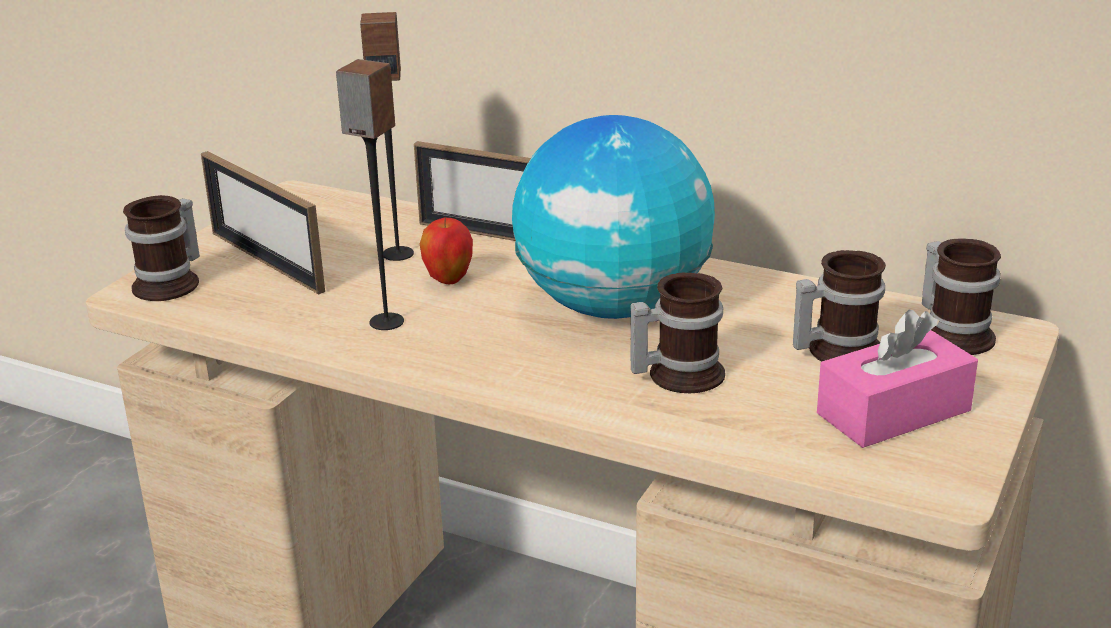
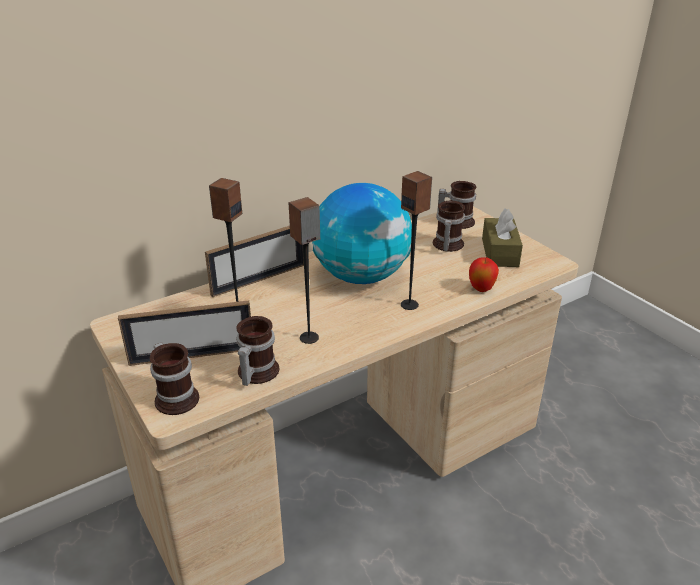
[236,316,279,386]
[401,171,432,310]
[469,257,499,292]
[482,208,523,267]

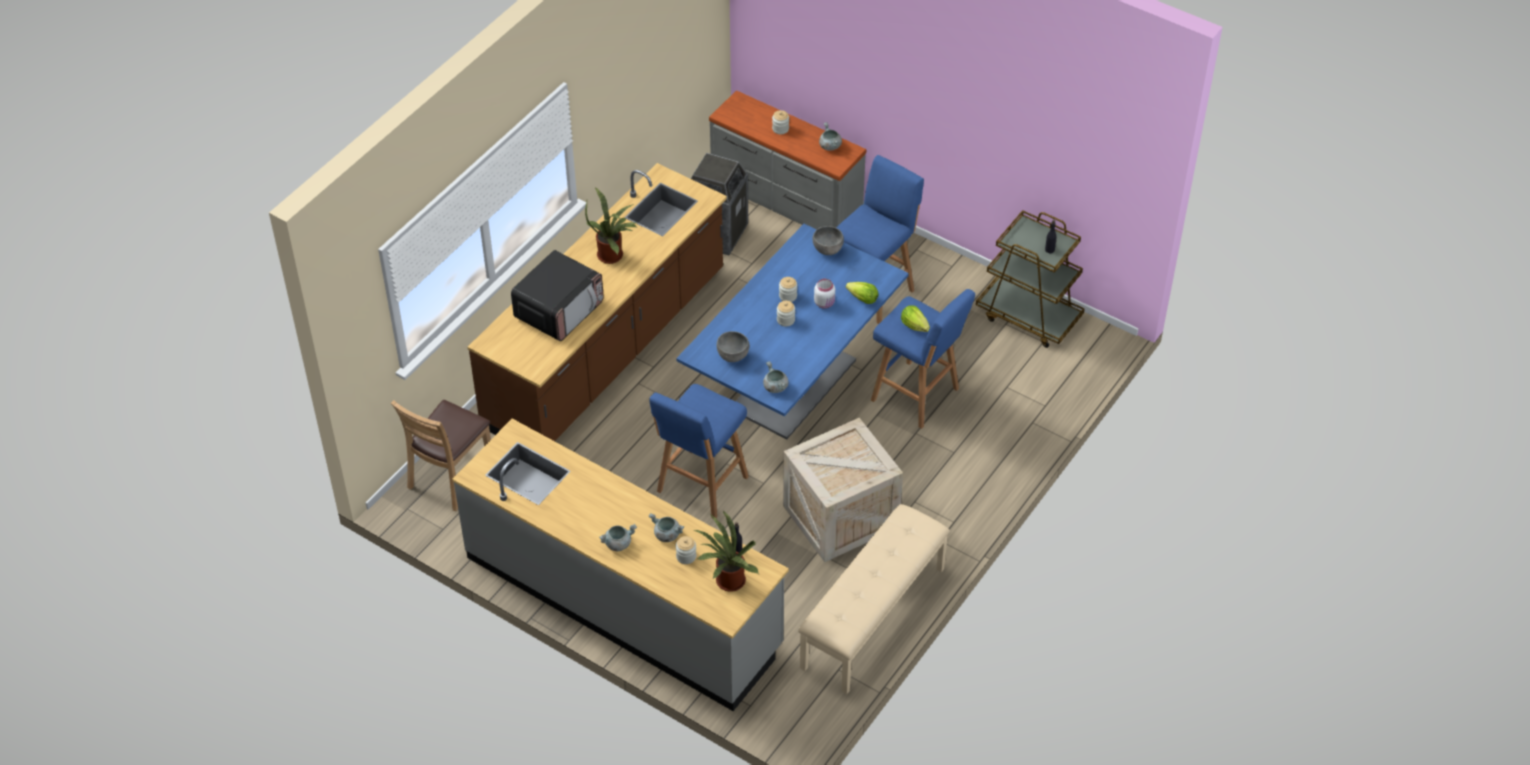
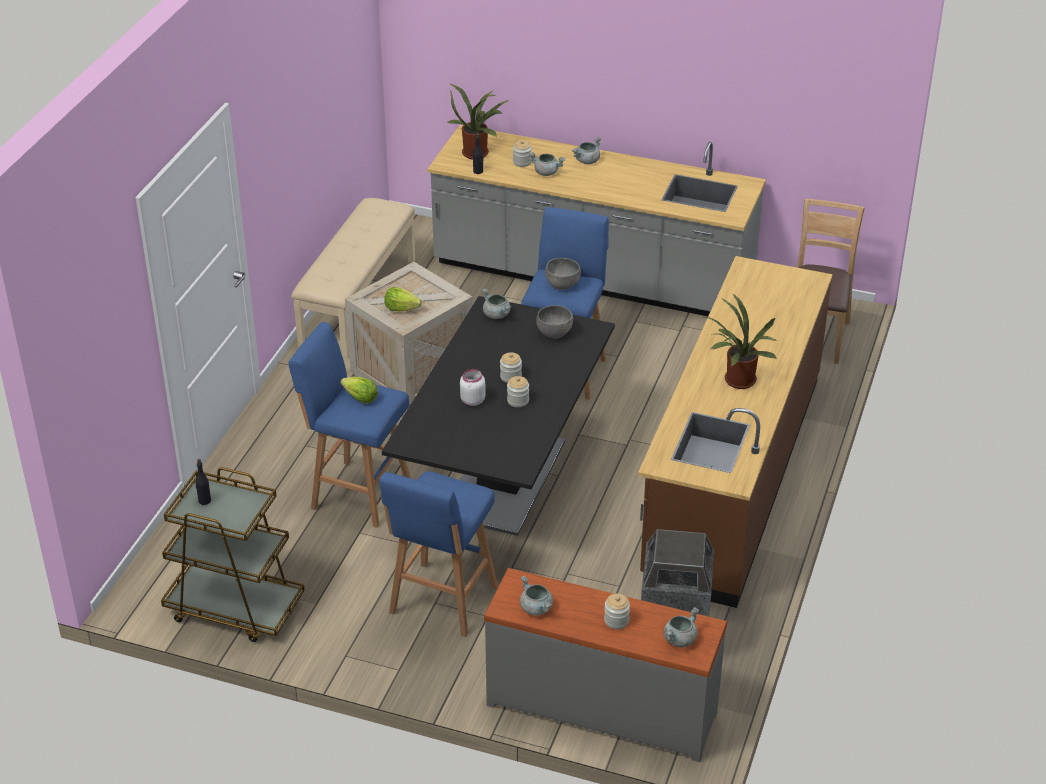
[382,296,615,536]
[384,287,422,311]
[545,258,581,290]
[663,607,699,647]
[511,250,604,341] (first image)

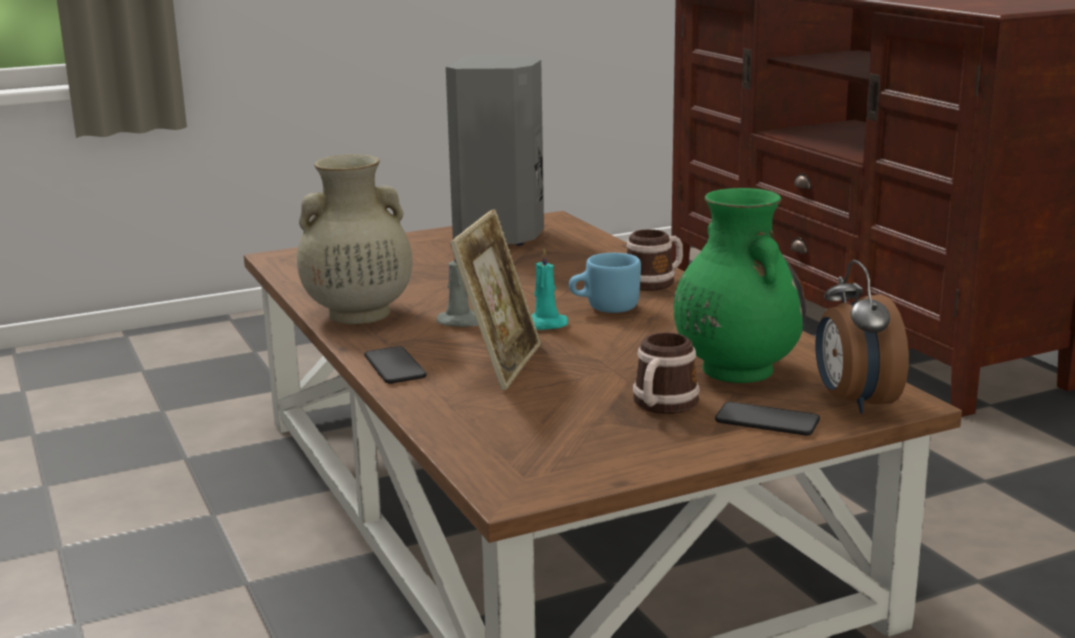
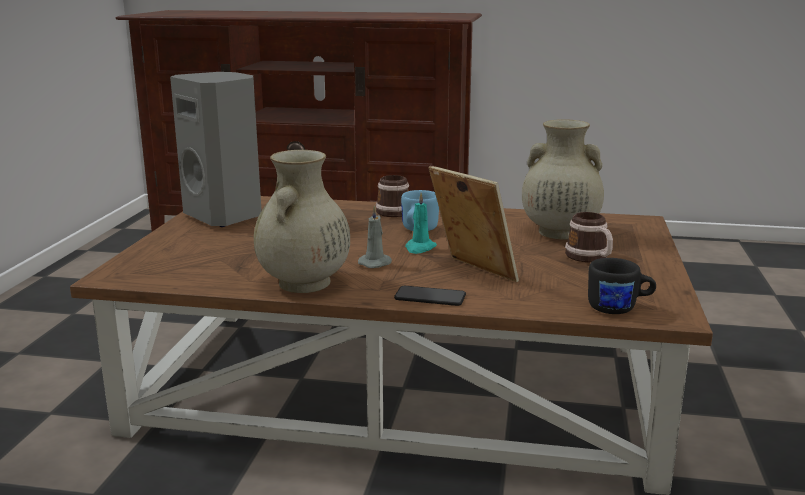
[522,119,604,240]
[588,258,656,314]
[715,402,820,435] (first image)
[816,260,909,414] (first image)

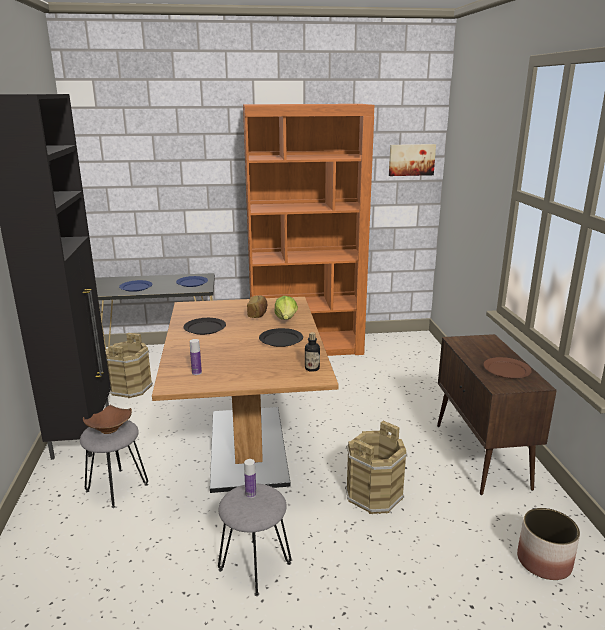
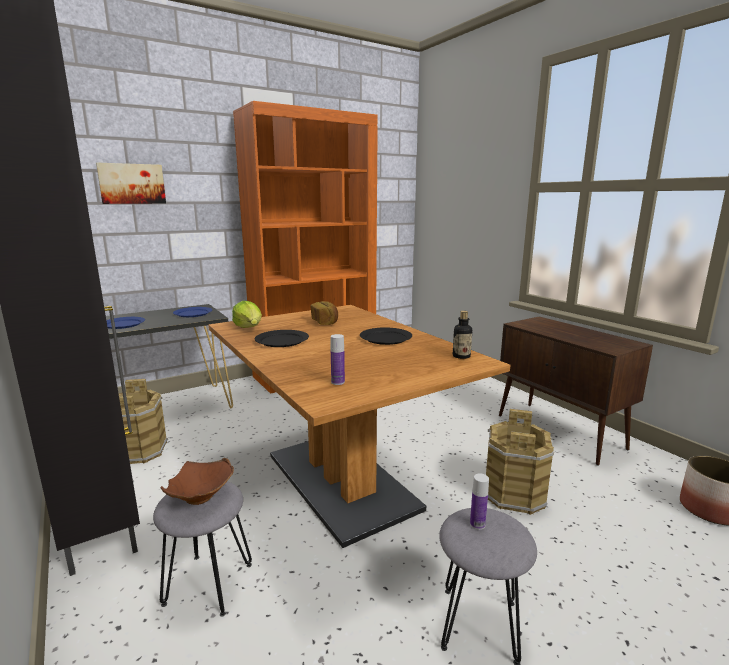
[96,162,166,204]
[232,301,262,328]
[483,357,532,378] (first image)

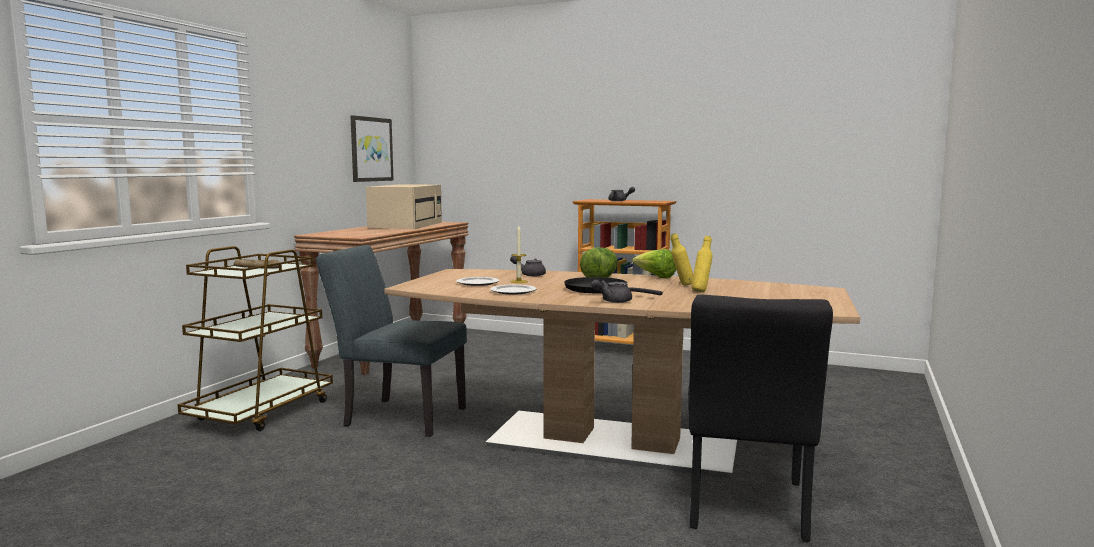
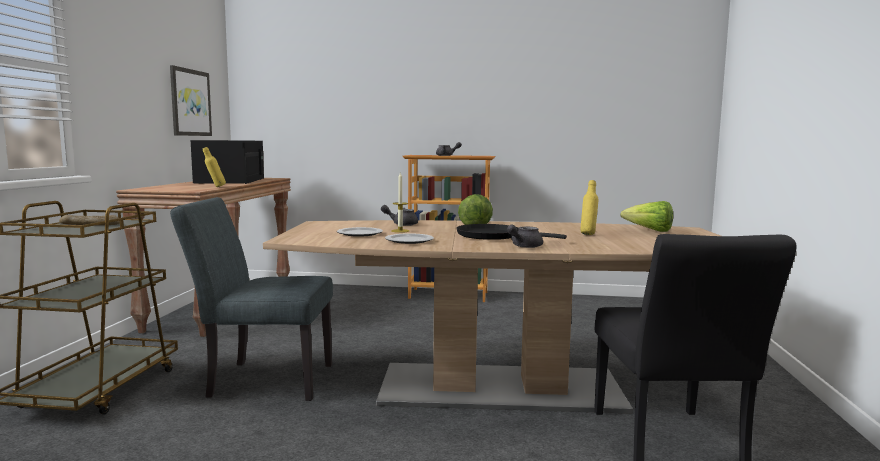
[191,140,264,184]
[203,147,226,187]
[620,201,673,232]

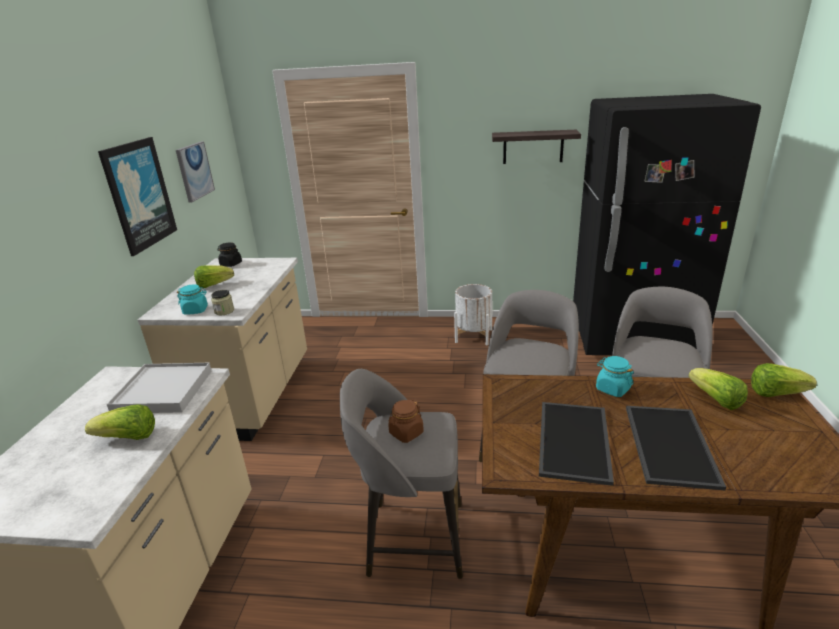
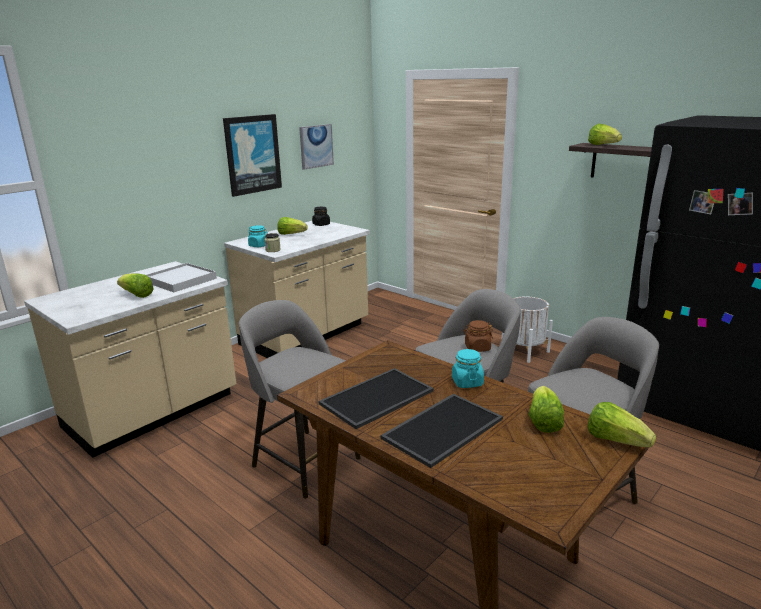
[463,320,493,352]
[588,124,622,145]

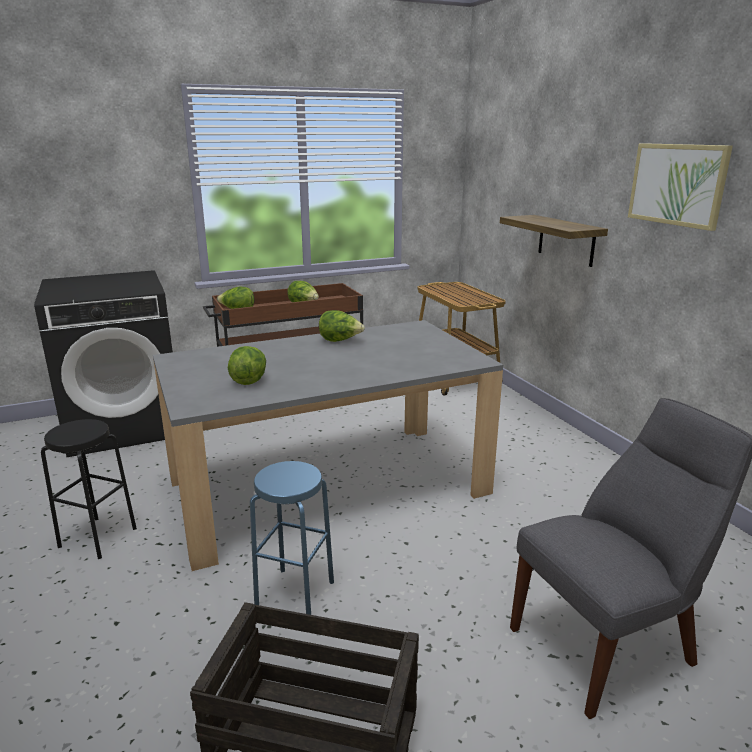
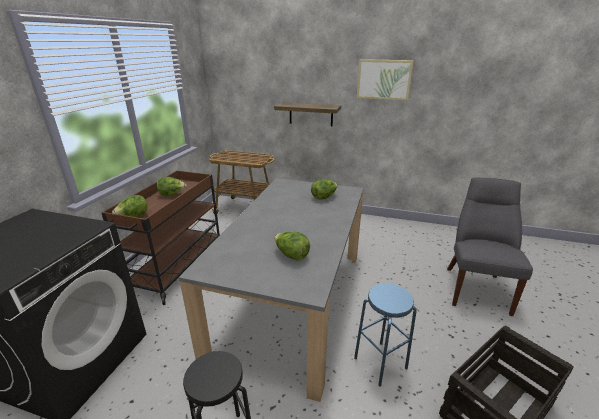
[311,179,338,200]

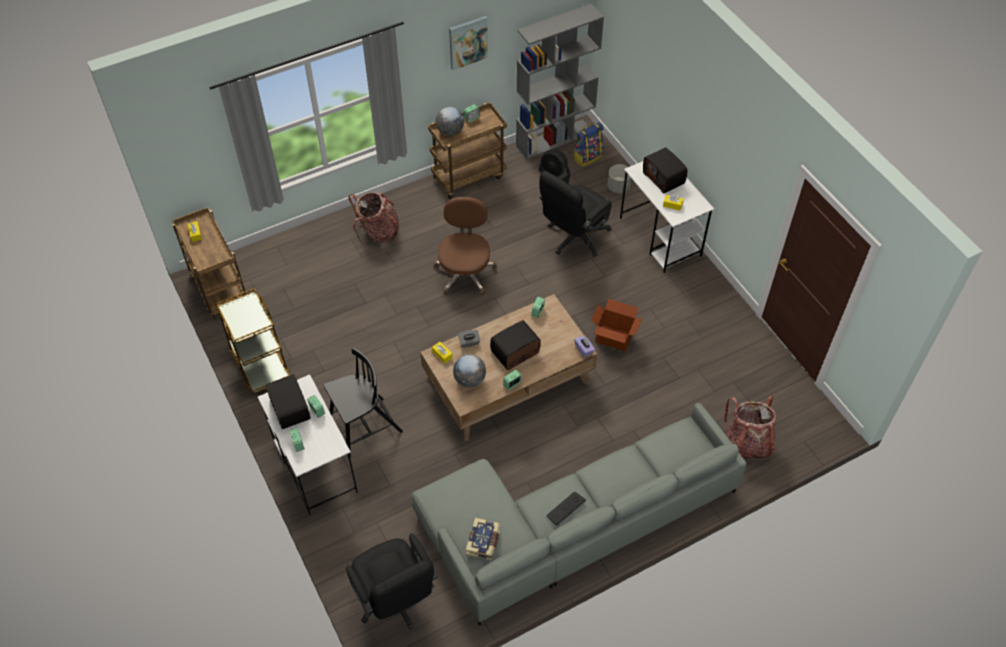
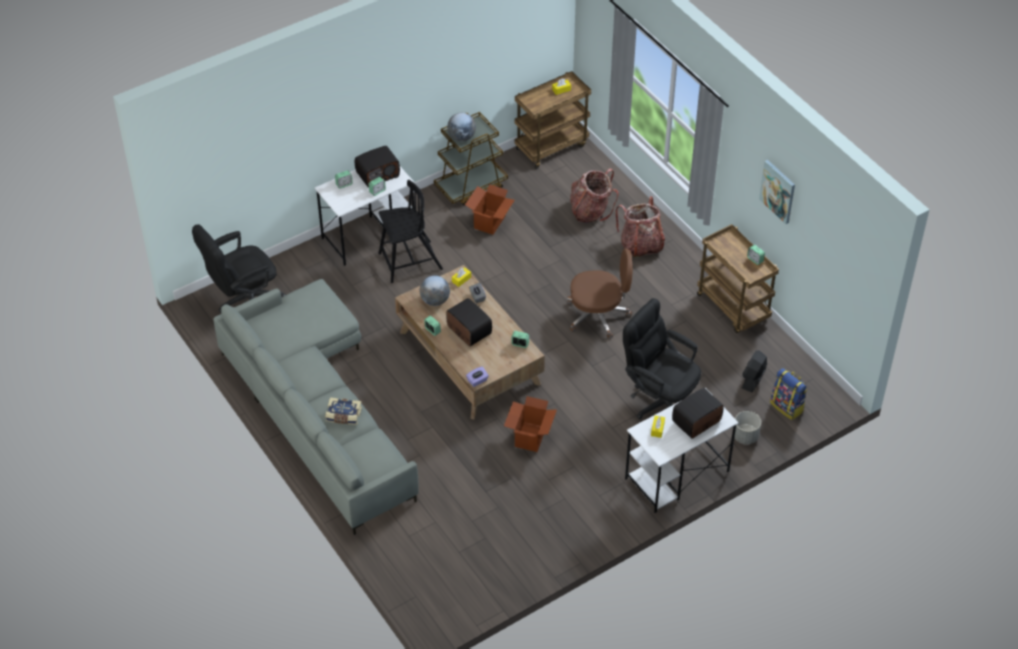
[325,397,362,425]
[379,180,443,283]
[447,113,476,141]
[465,184,515,235]
[570,168,618,223]
[516,4,604,160] (first image)
[546,492,586,525] (first image)

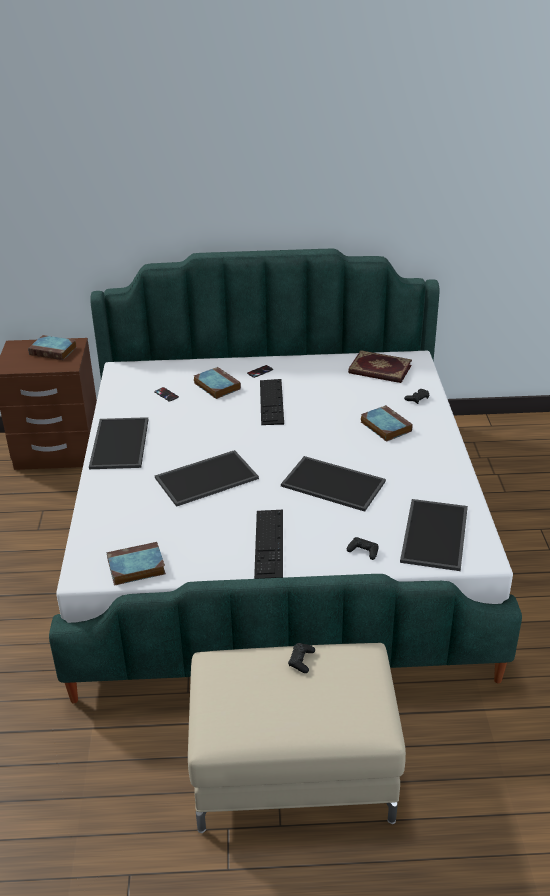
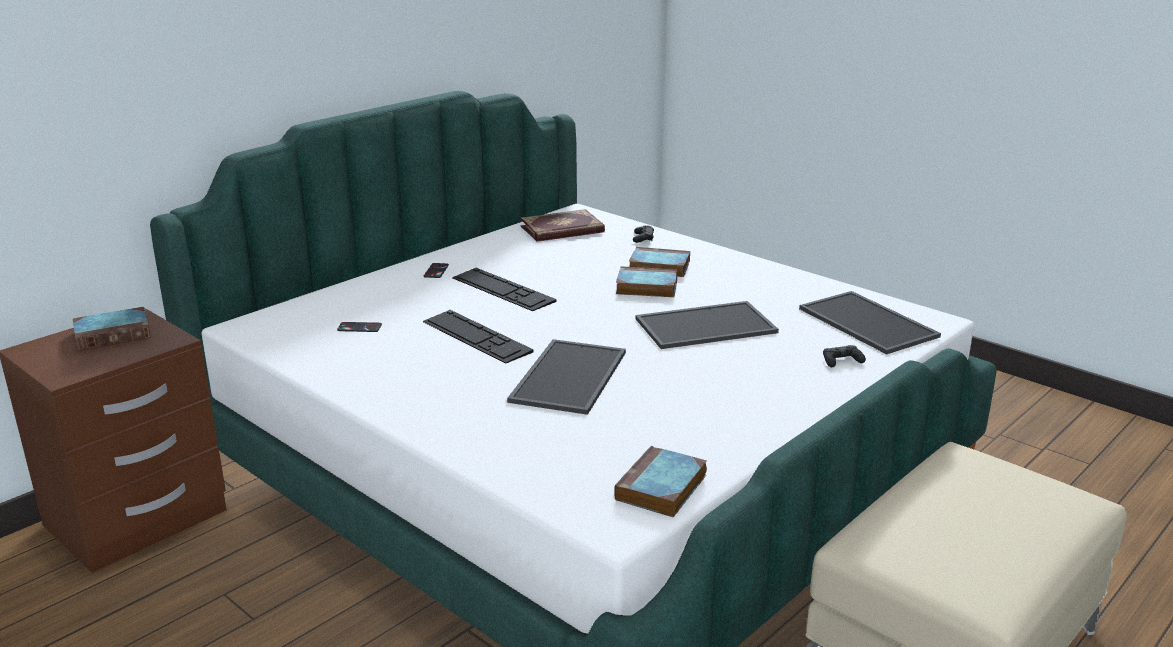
[423,310,534,364]
[616,266,678,297]
[89,417,148,469] (first image)
[288,643,315,673] (first image)

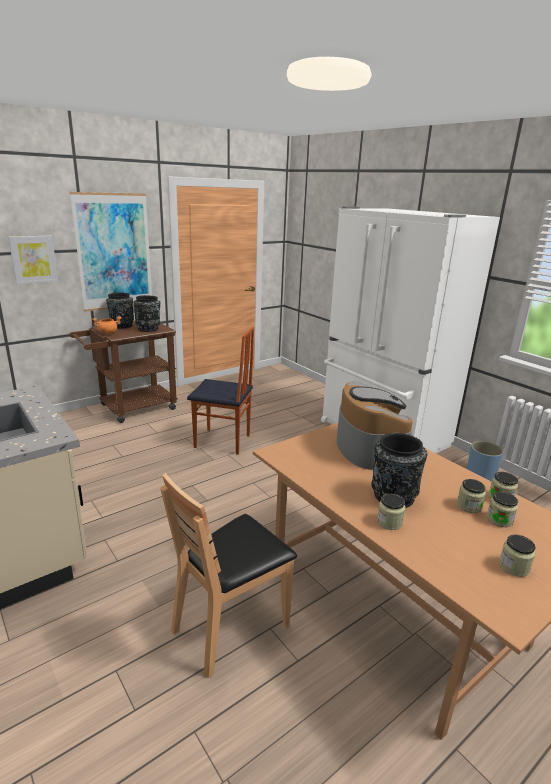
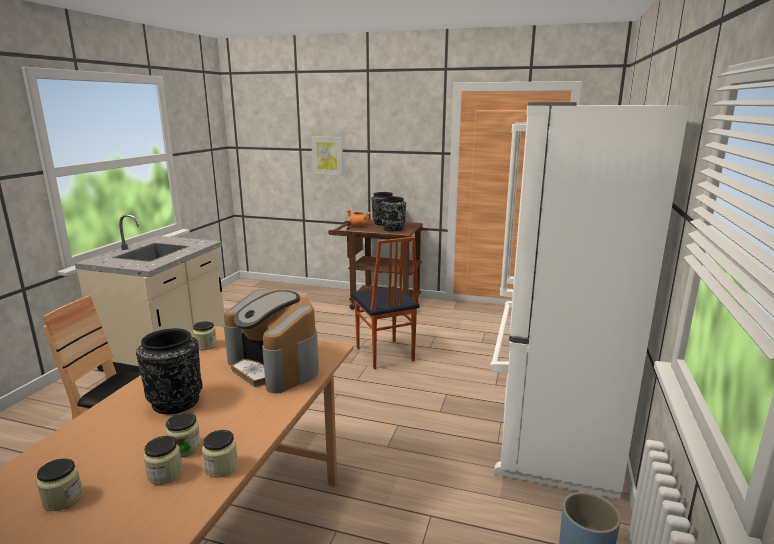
[193,321,217,350]
[224,289,319,393]
[70,192,152,312] (first image)

